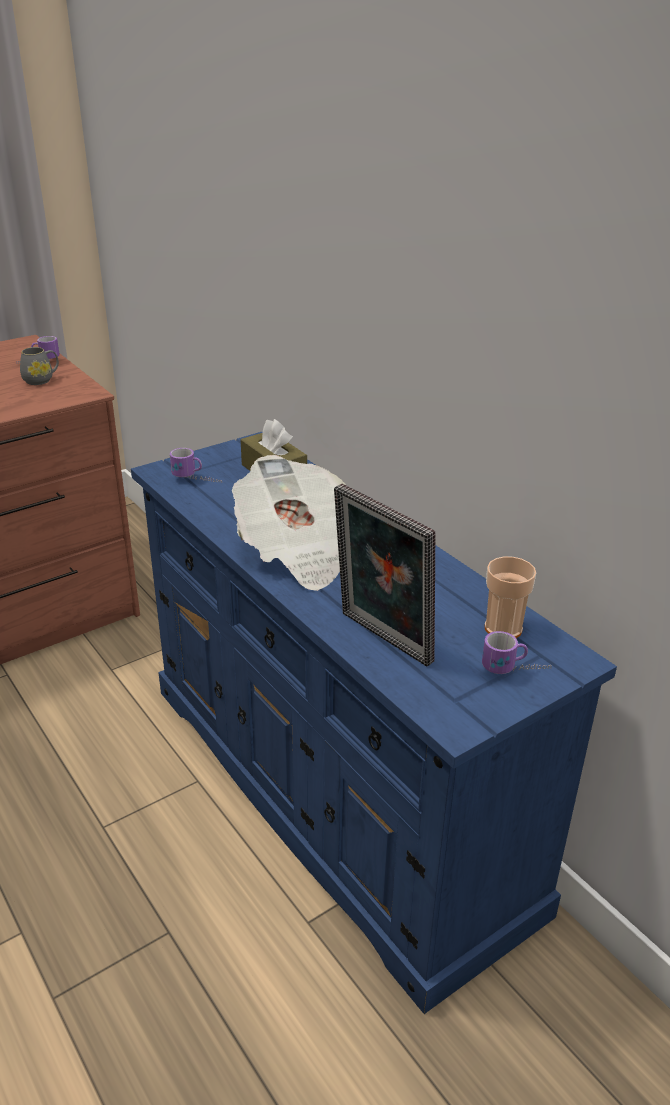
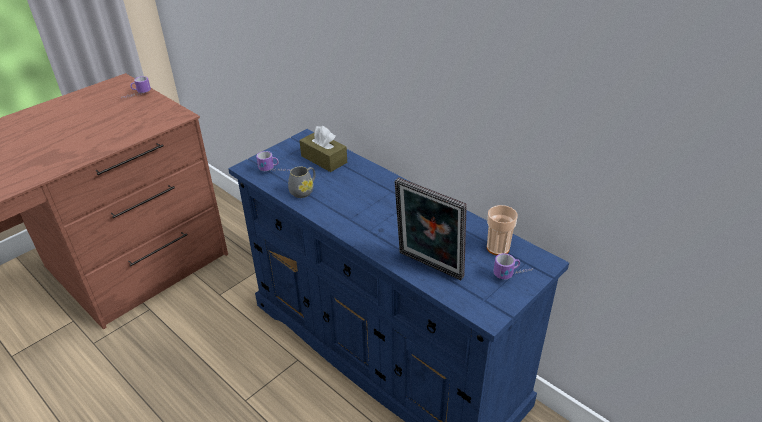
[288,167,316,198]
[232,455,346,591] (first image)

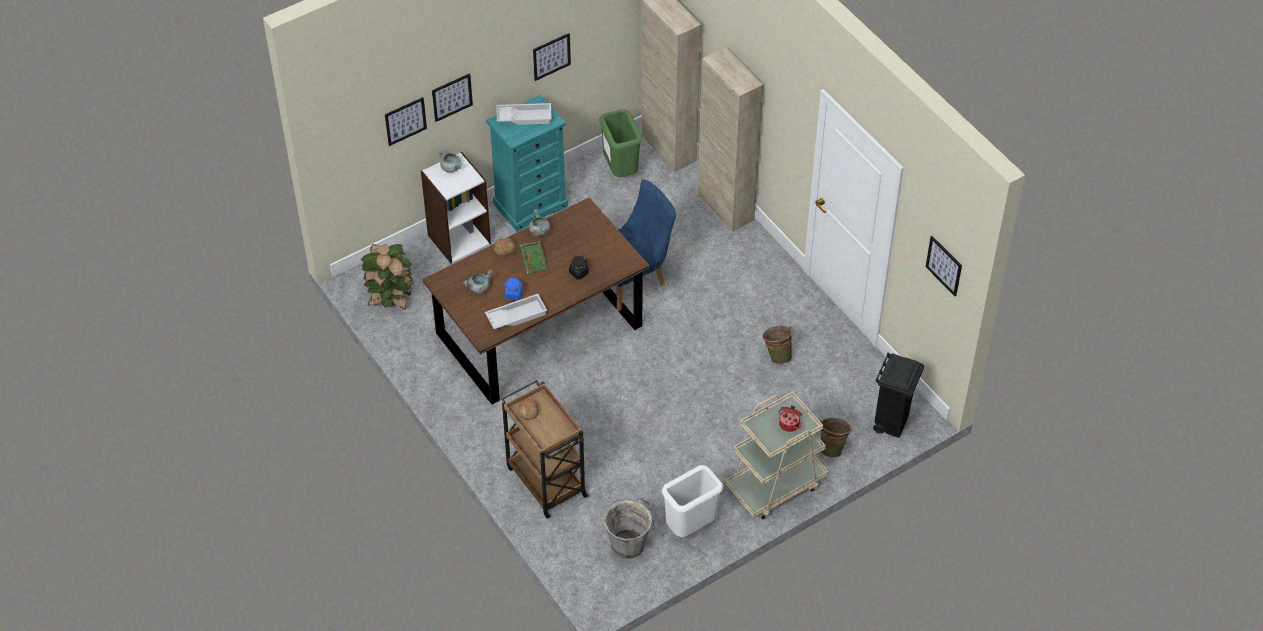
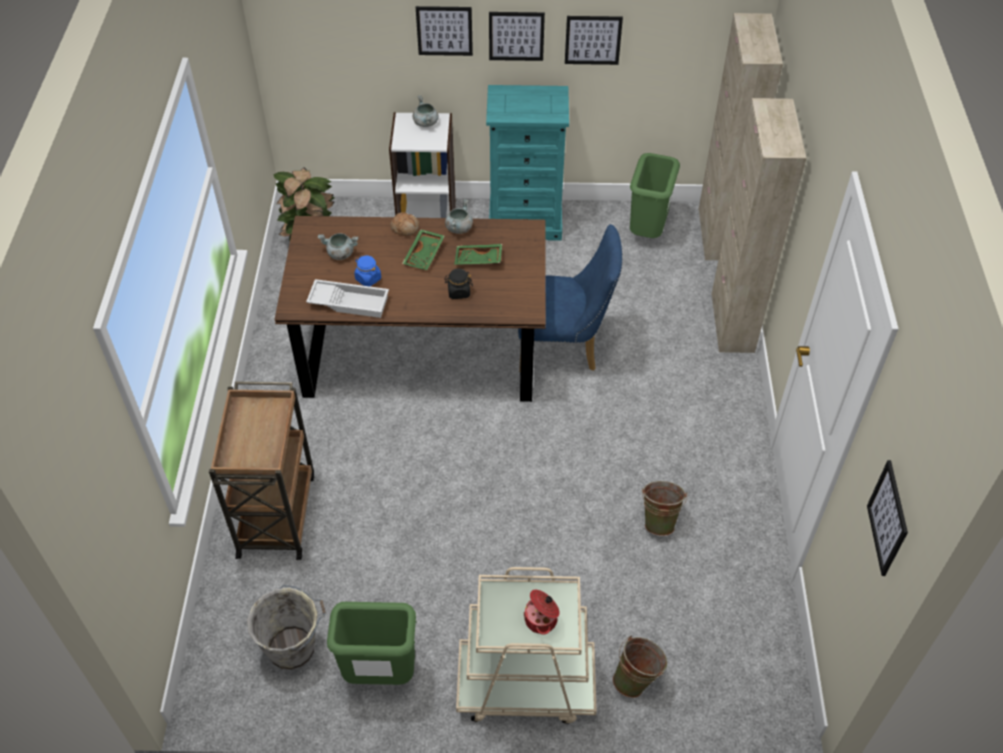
[327,602,417,685]
[454,244,502,265]
[489,12,545,61]
[497,103,552,125] (first image)
[518,398,539,420] (first image)
[873,353,924,438] (first image)

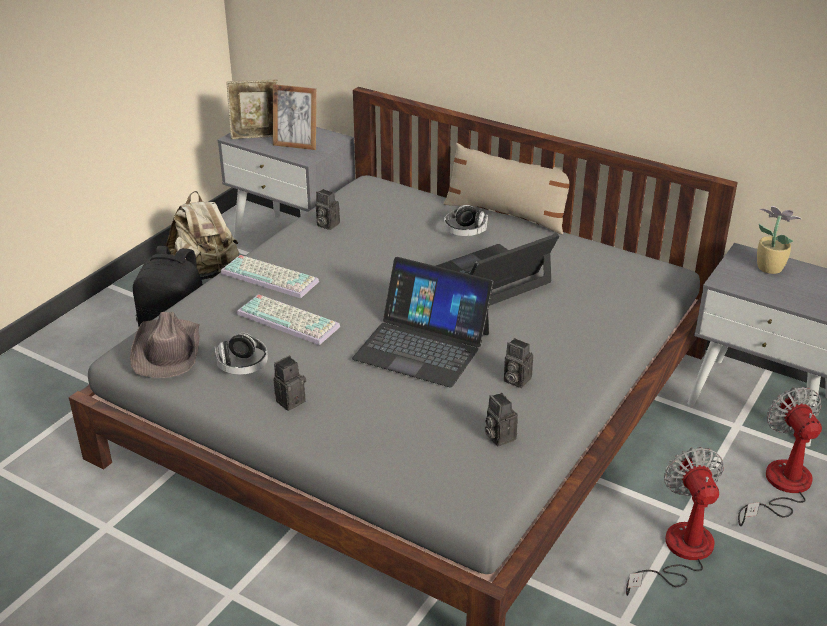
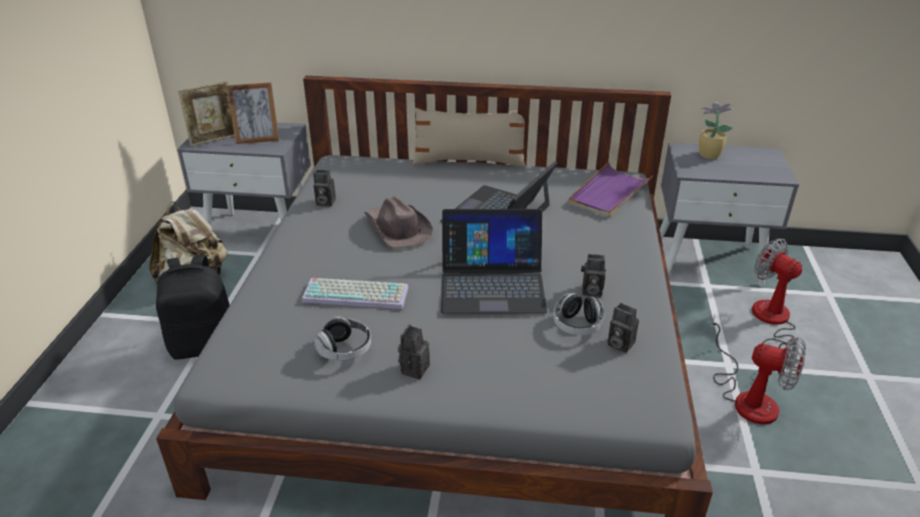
[364,196,433,248]
[553,293,604,335]
[568,162,653,217]
[710,313,806,424]
[221,255,319,298] (first image)

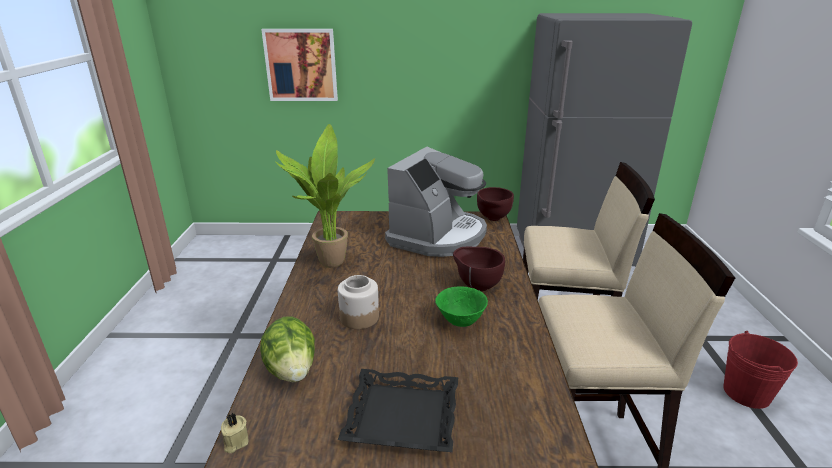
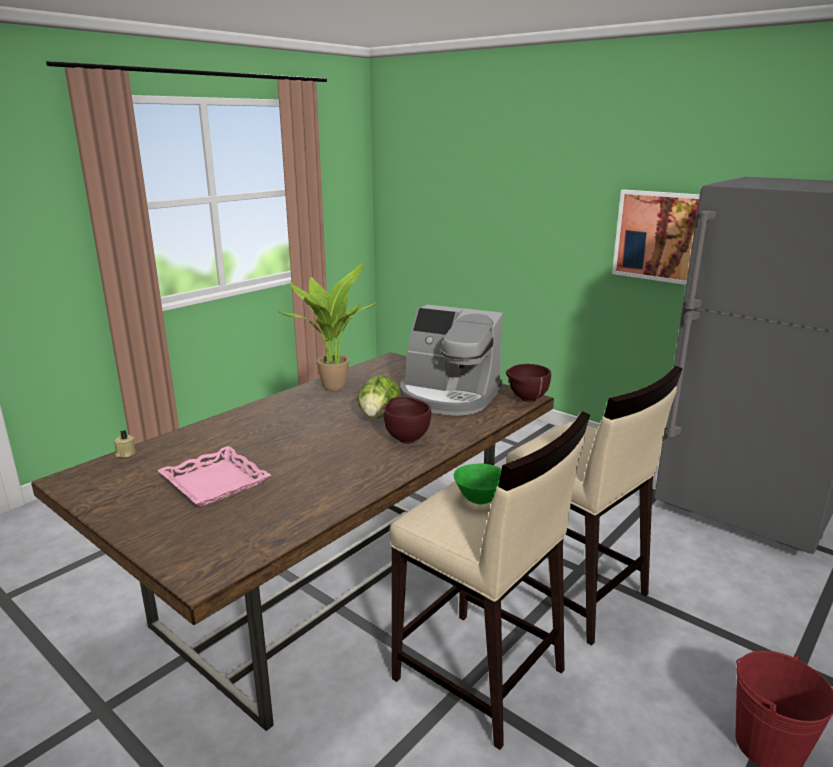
[157,446,271,507]
[358,375,401,419]
[400,304,503,416]
[453,464,502,505]
[612,190,700,285]
[338,275,379,329] (first image)

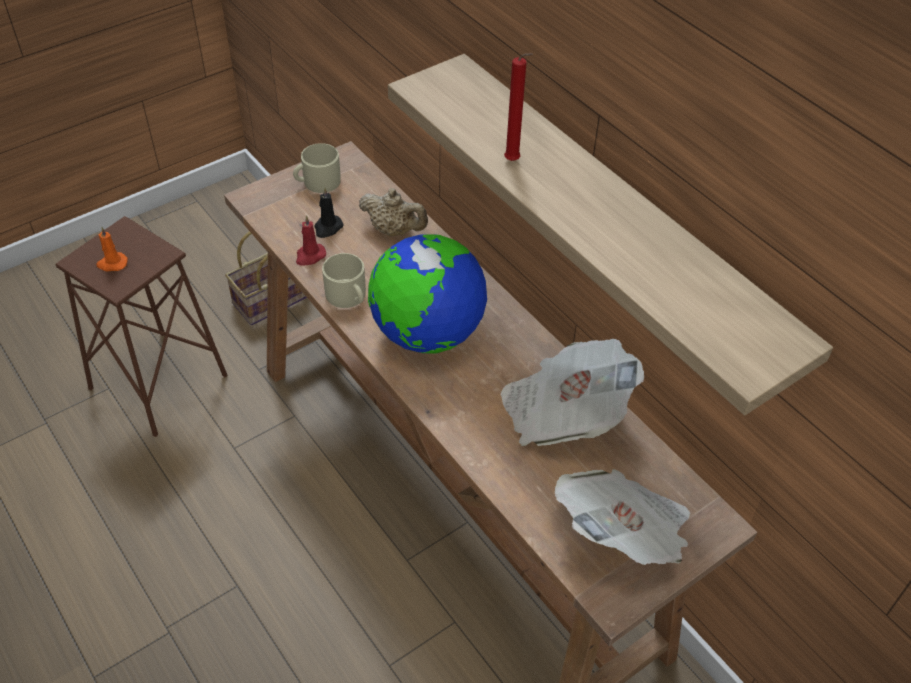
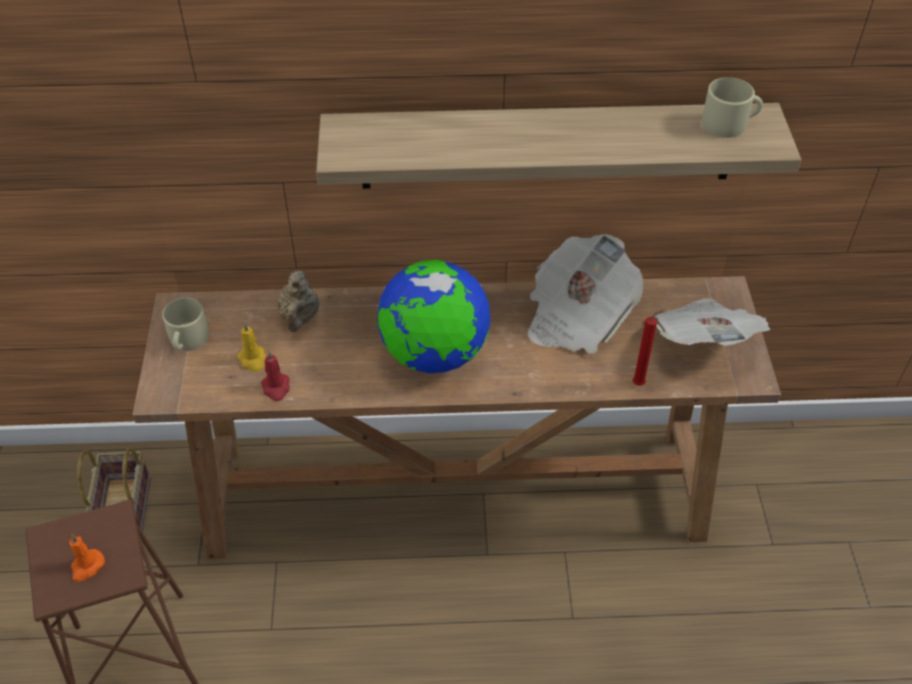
[237,322,266,372]
[278,271,319,332]
[633,310,664,386]
[702,77,763,138]

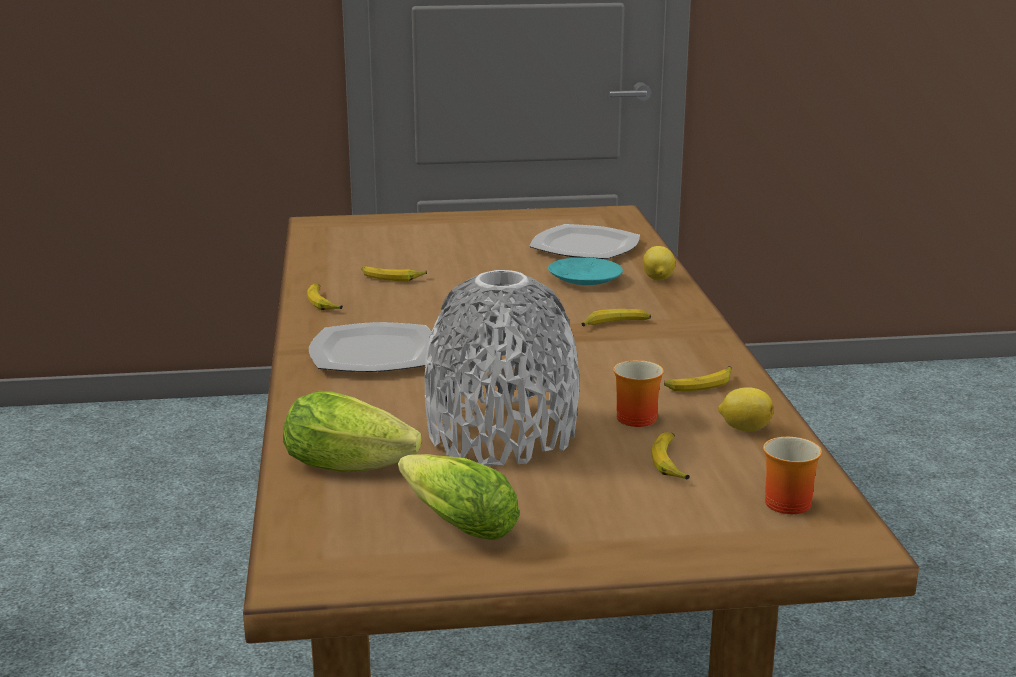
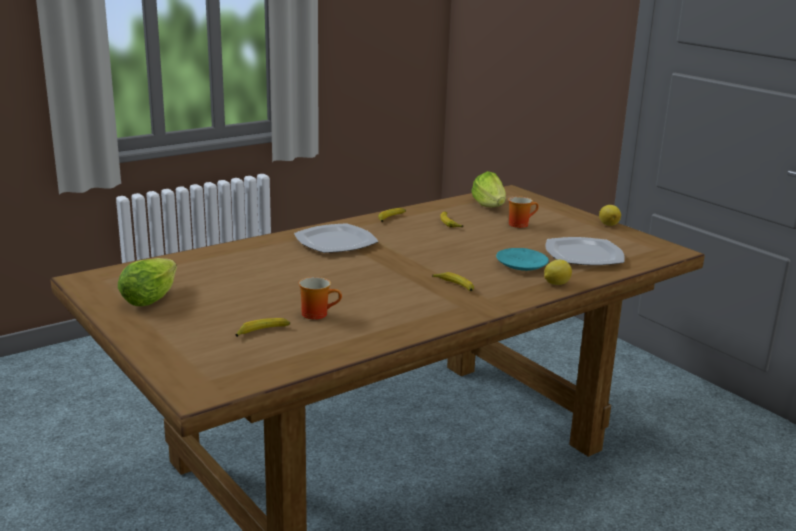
[471,171,506,207]
[508,196,539,228]
[599,205,621,226]
[425,270,580,466] (first image)
[664,366,732,391] (first image)

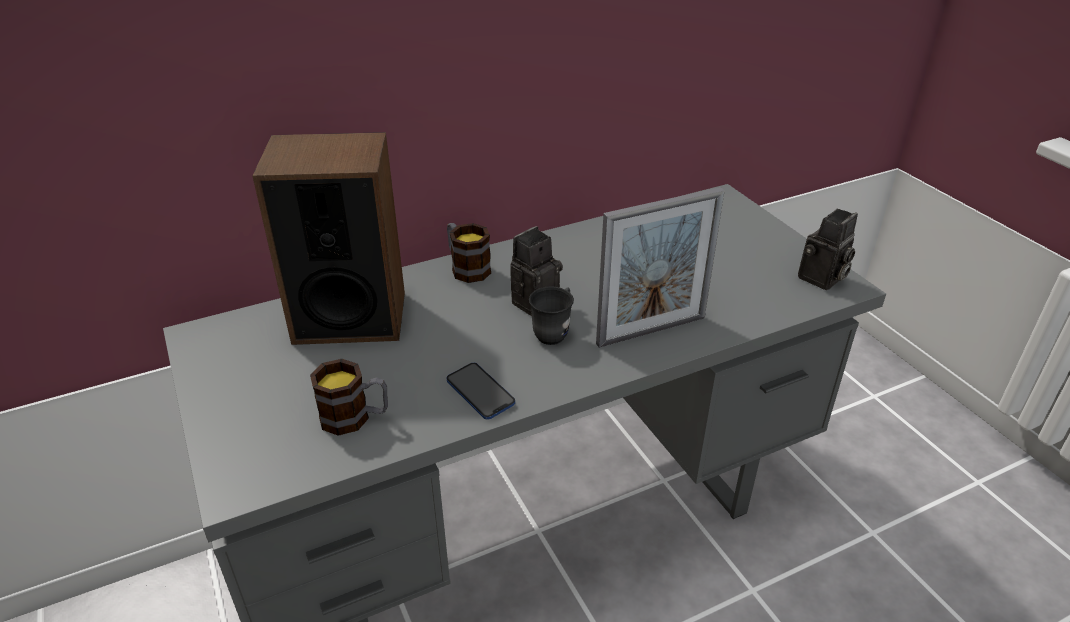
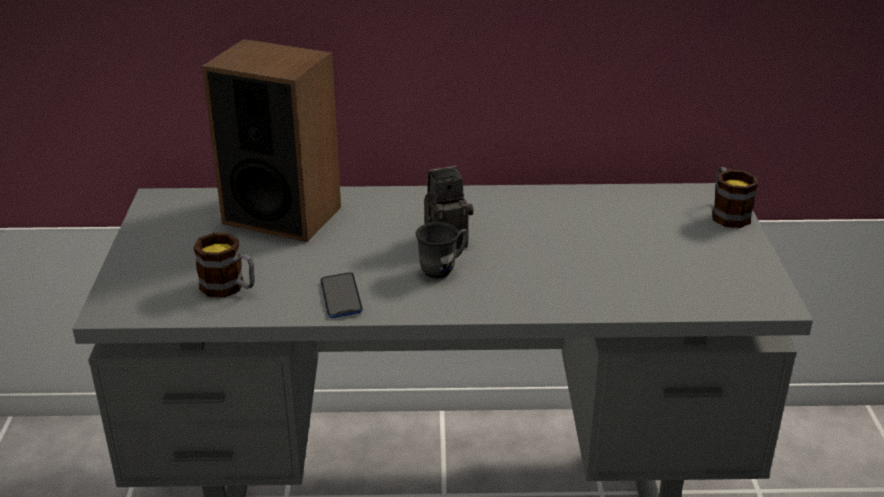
[712,167,758,228]
[596,187,725,348] (first image)
[798,209,858,290] (first image)

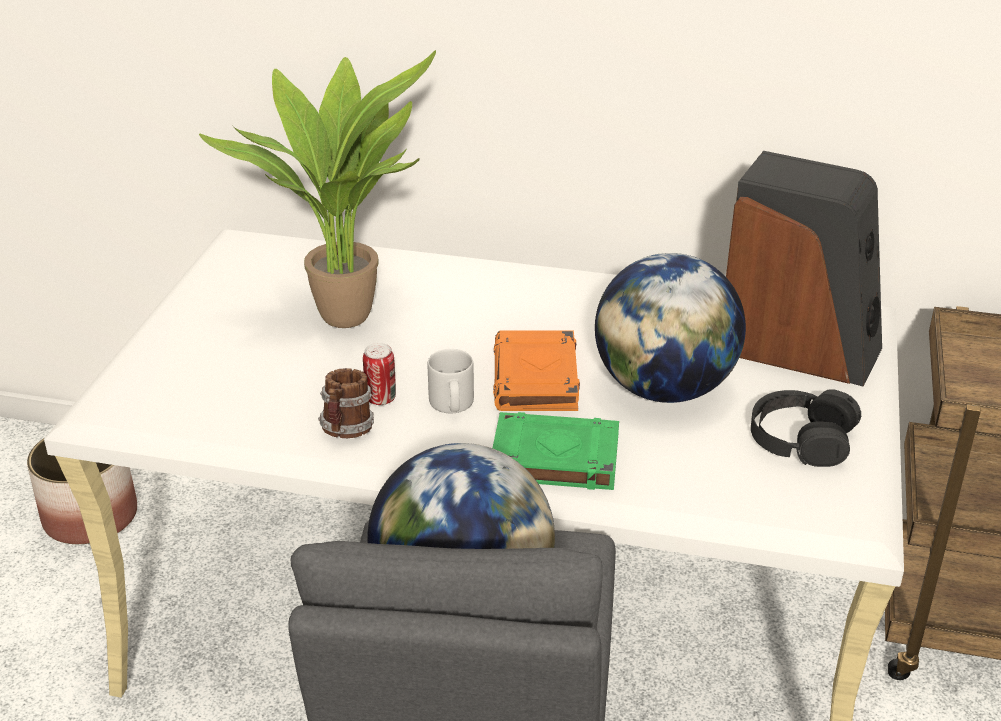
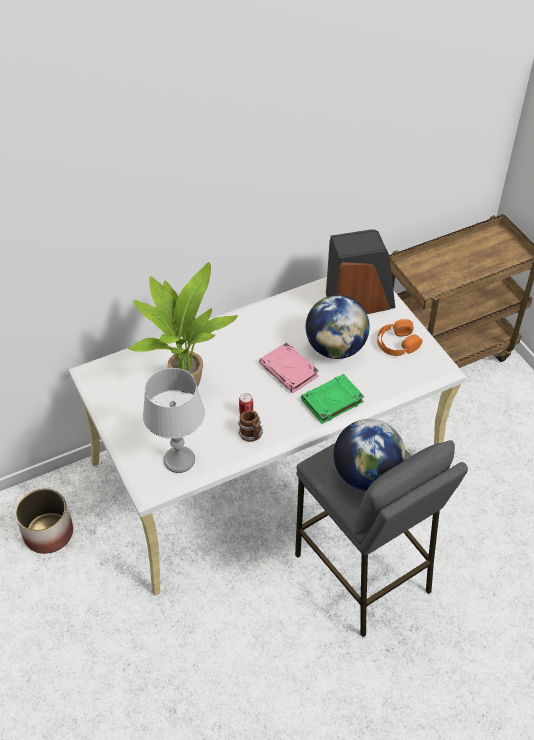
[143,368,205,473]
[259,342,319,393]
[377,319,422,356]
[428,349,474,413] (first image)

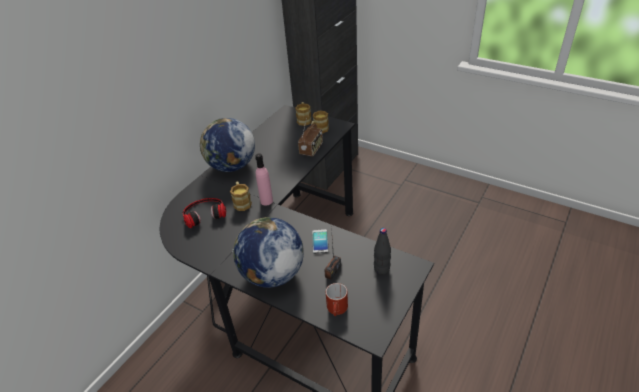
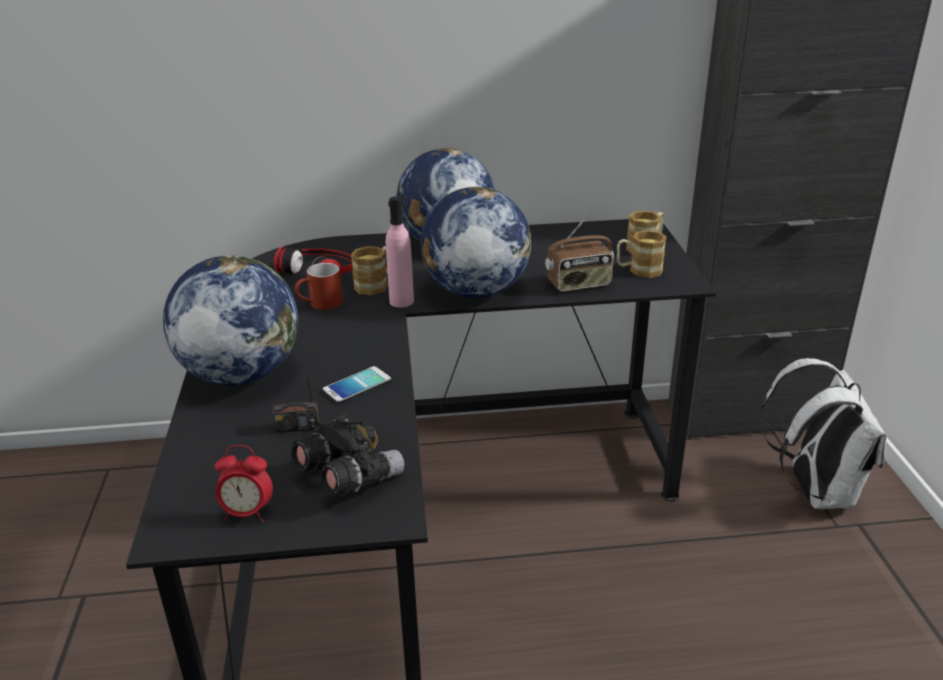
[215,445,273,522]
[291,411,405,496]
[295,263,343,310]
[420,187,531,298]
[760,358,886,510]

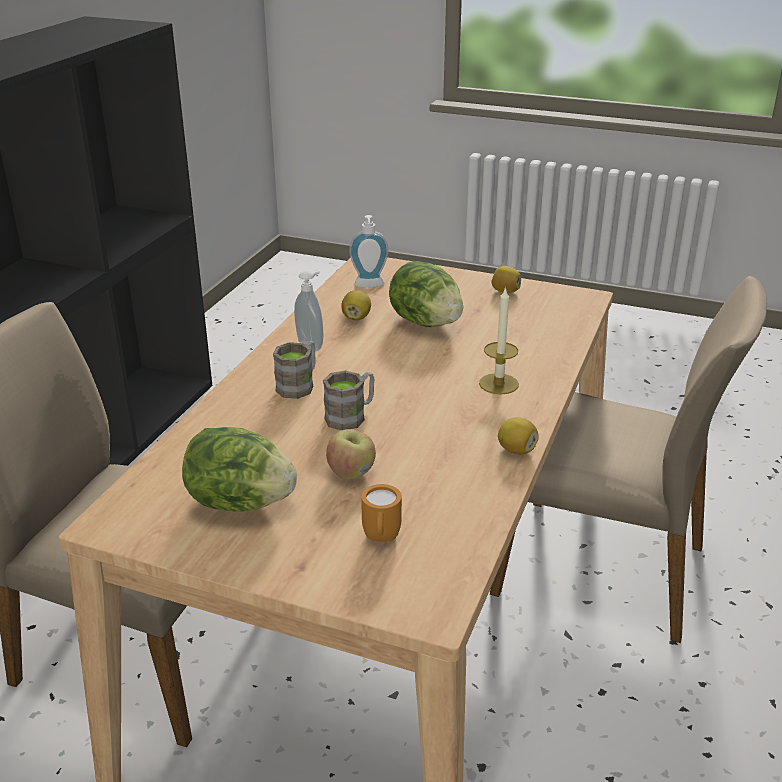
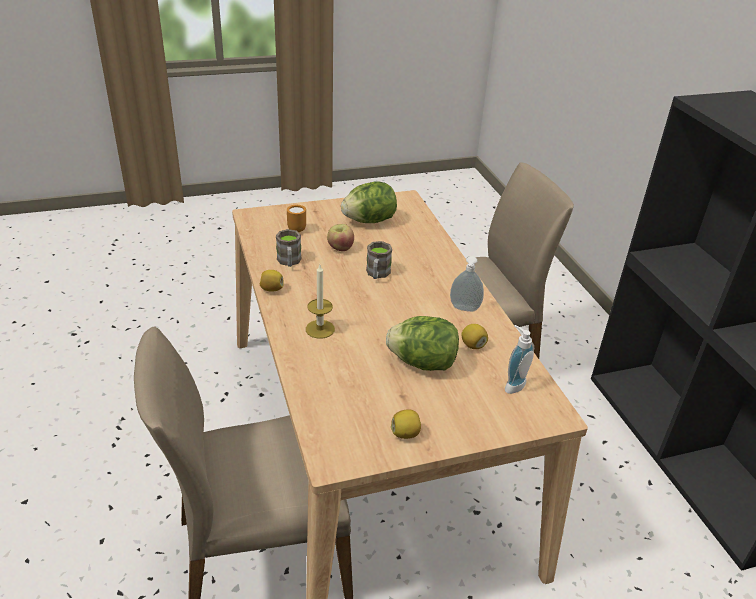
[276,229,302,267]

